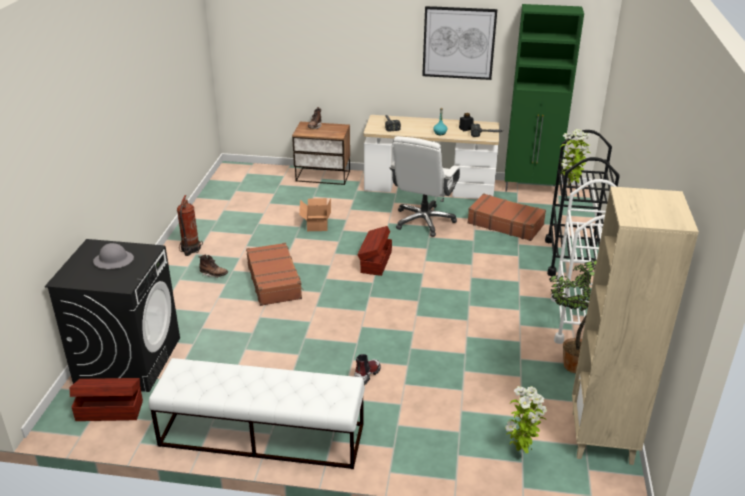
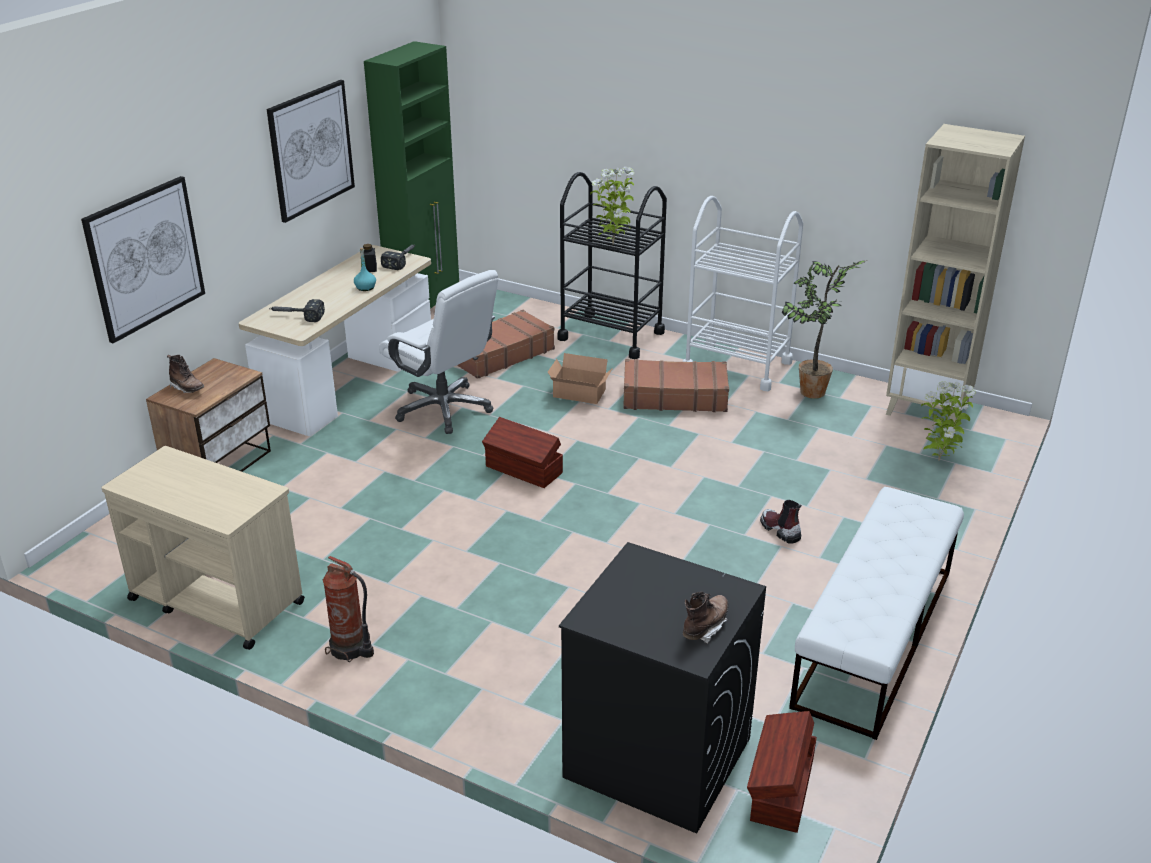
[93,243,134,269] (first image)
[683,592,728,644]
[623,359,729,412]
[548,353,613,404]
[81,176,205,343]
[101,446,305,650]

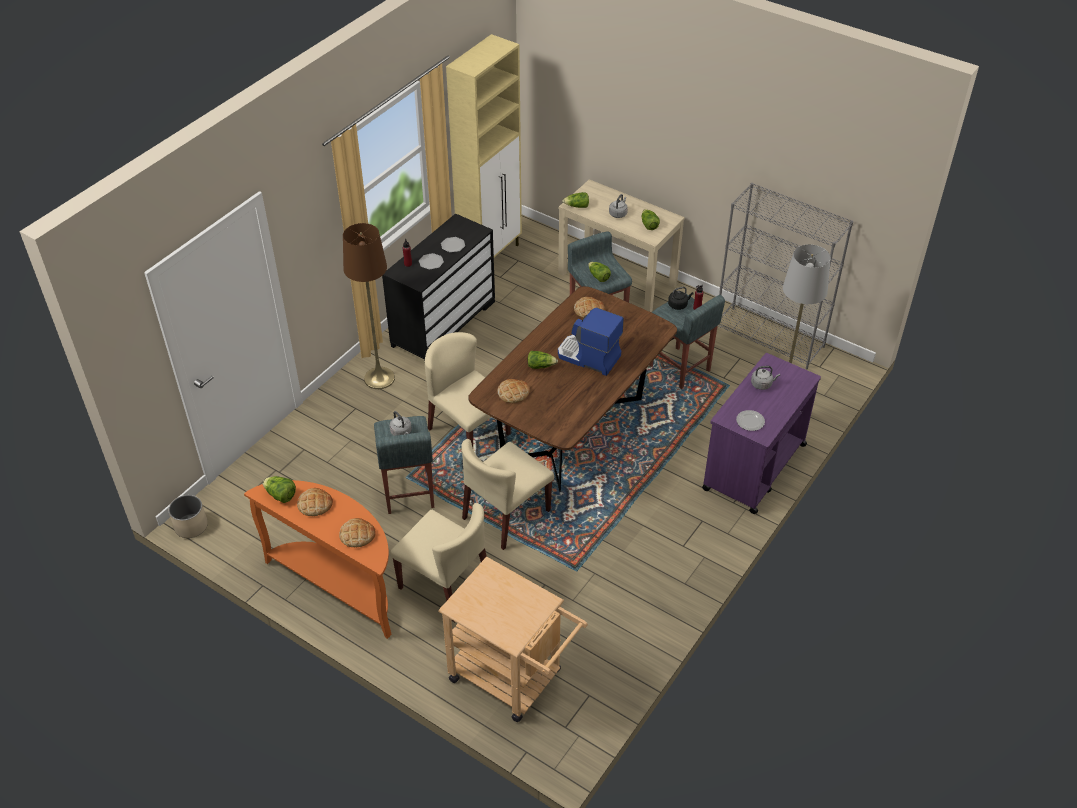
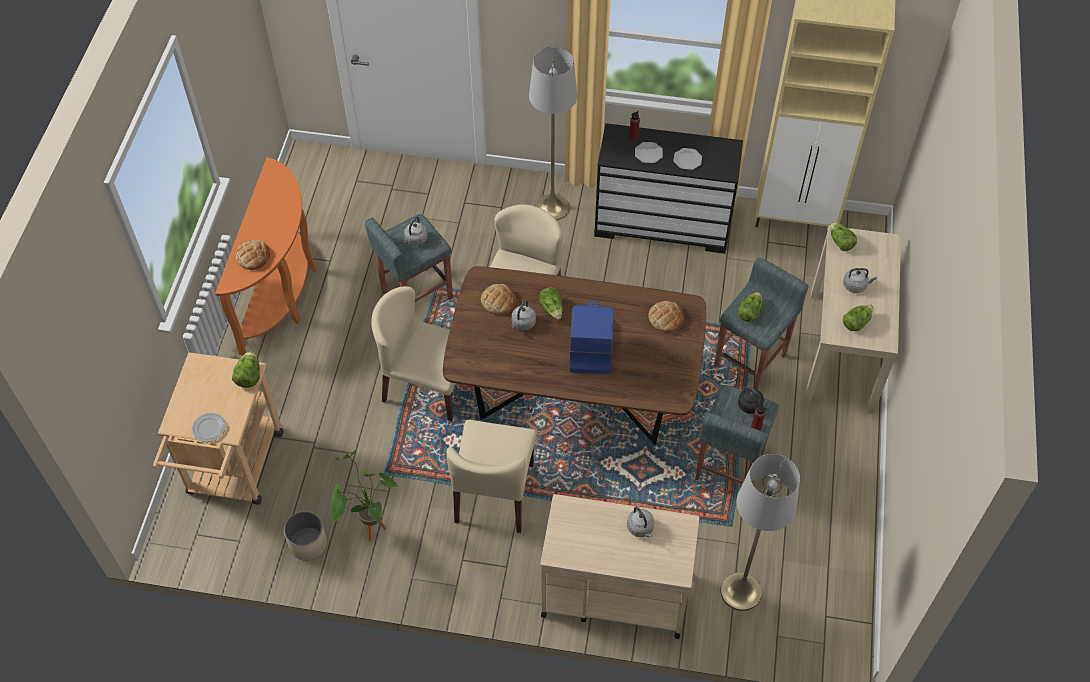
[284,511,327,560]
[232,352,260,388]
[297,488,333,516] (first image)
[529,47,577,220]
[447,420,537,533]
[540,494,699,639]
[719,183,853,369] (first image)
[192,413,226,442]
[331,450,399,542]
[511,300,536,330]

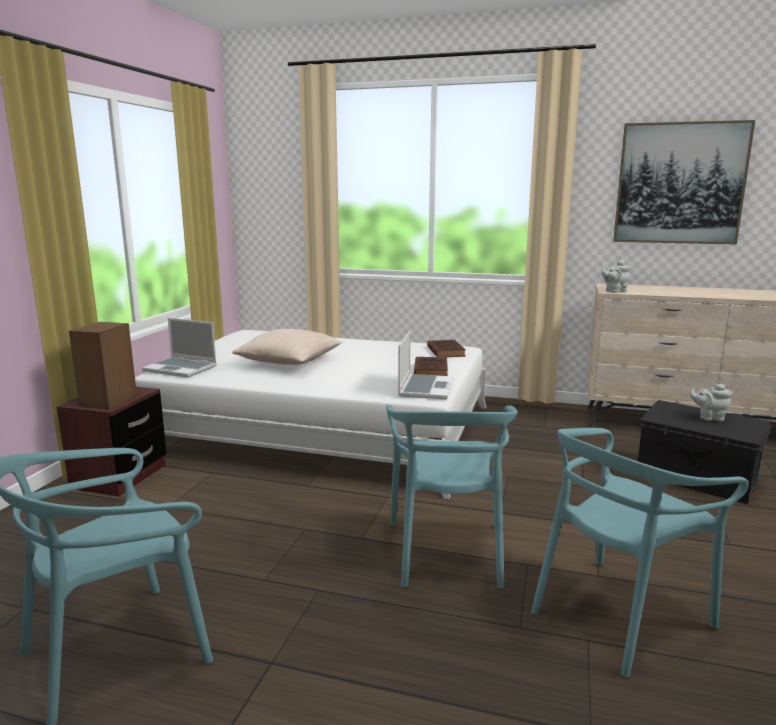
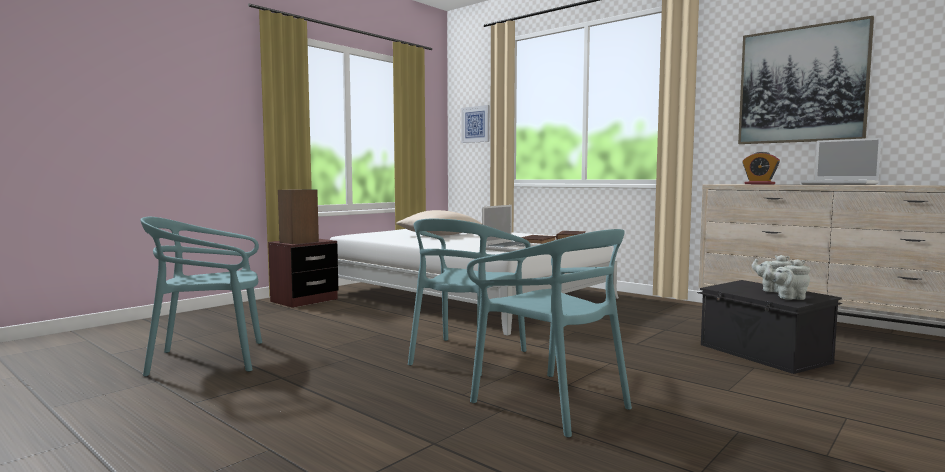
[801,138,882,185]
[467,229,632,438]
[767,259,810,300]
[461,105,490,143]
[742,152,780,184]

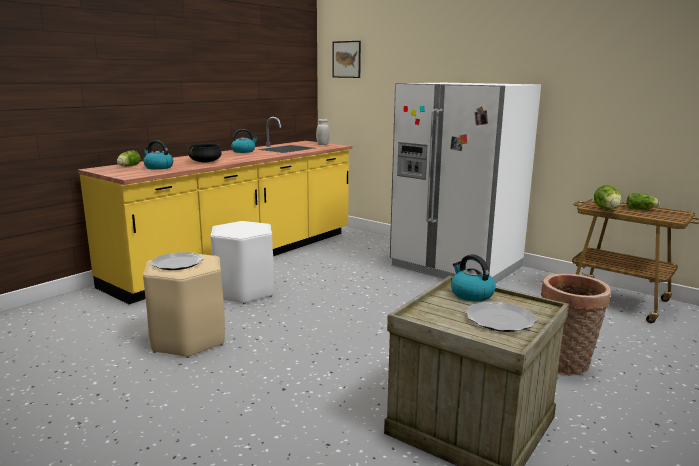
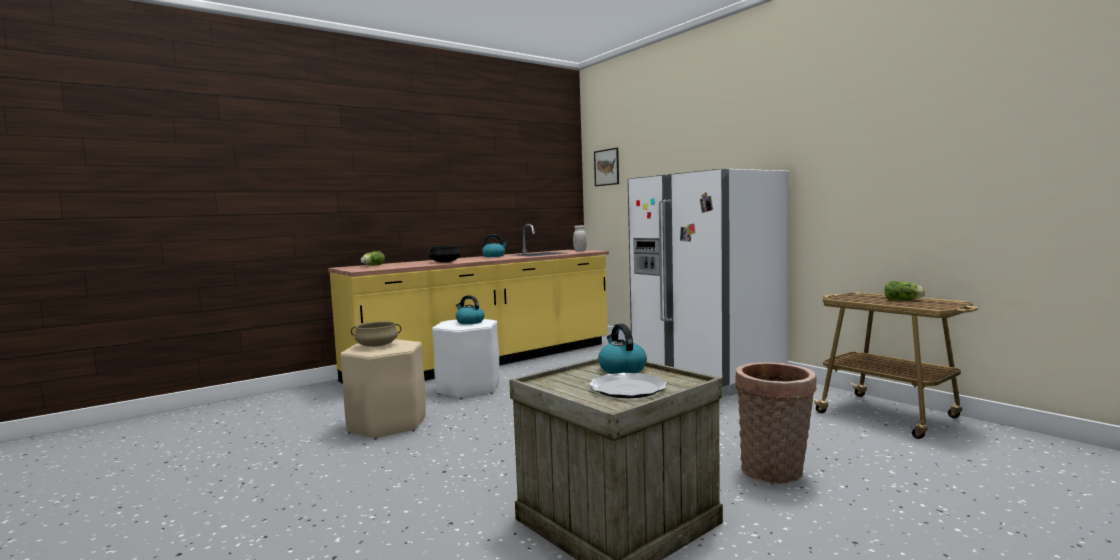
[456,295,485,324]
[351,321,401,347]
[594,185,622,209] (first image)

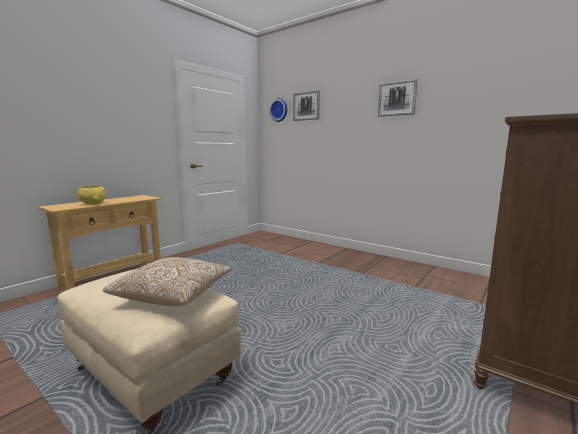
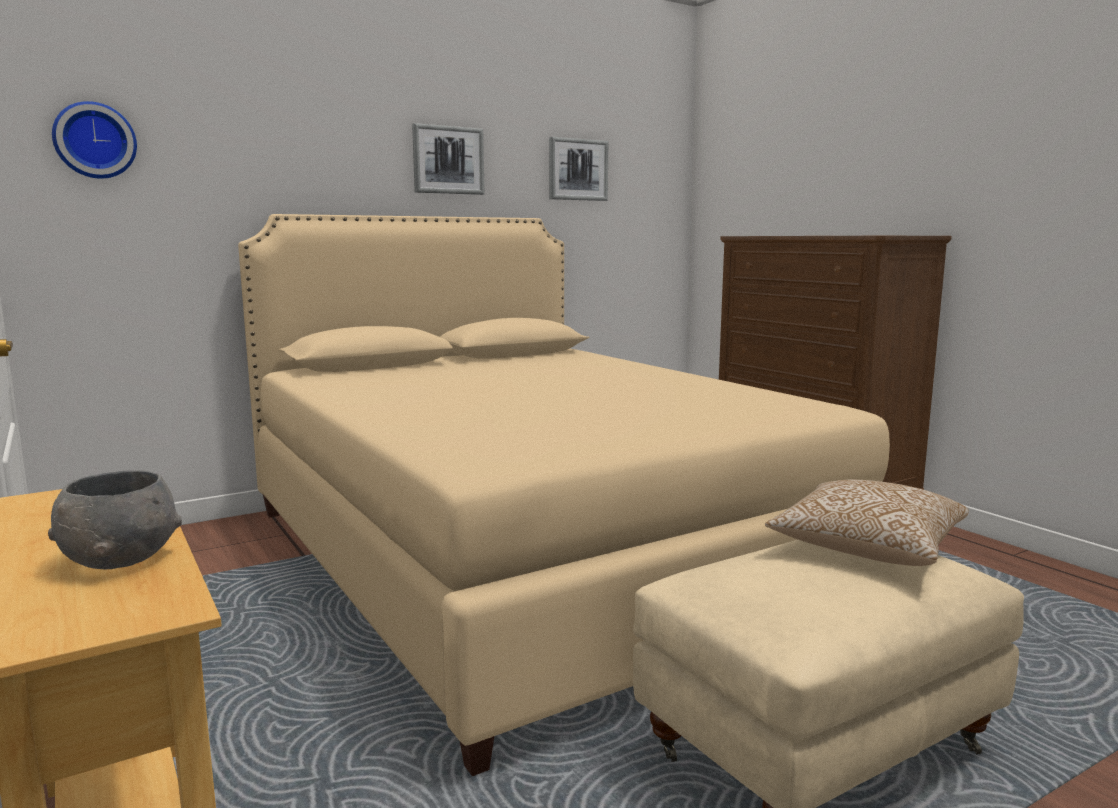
[48,470,182,569]
[549,137,608,201]
[238,214,890,776]

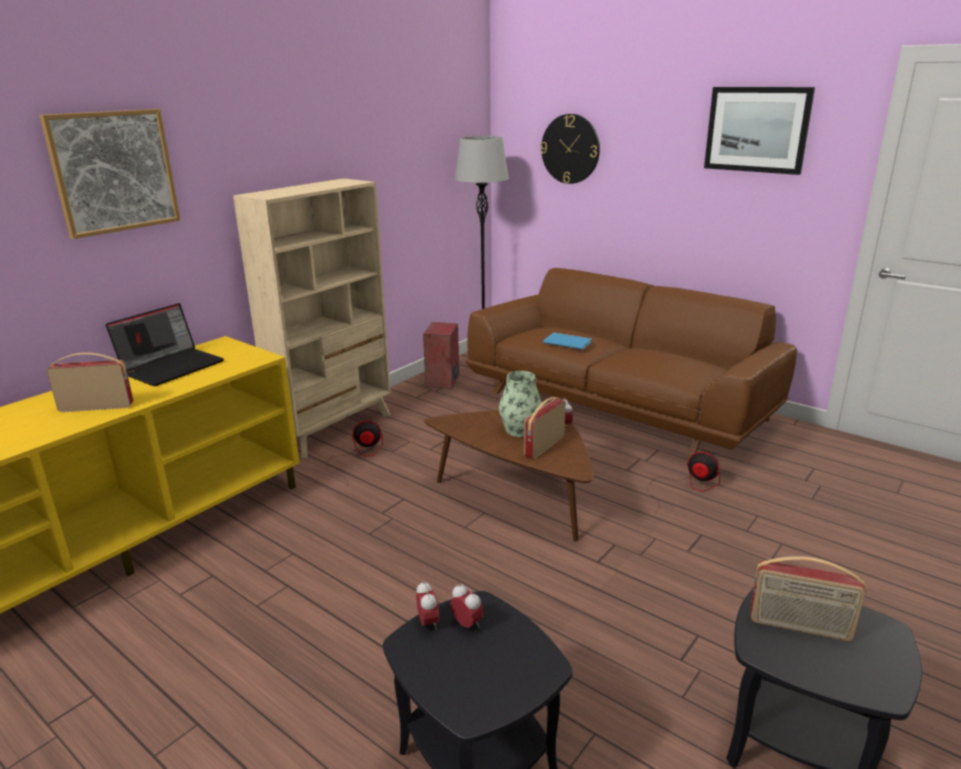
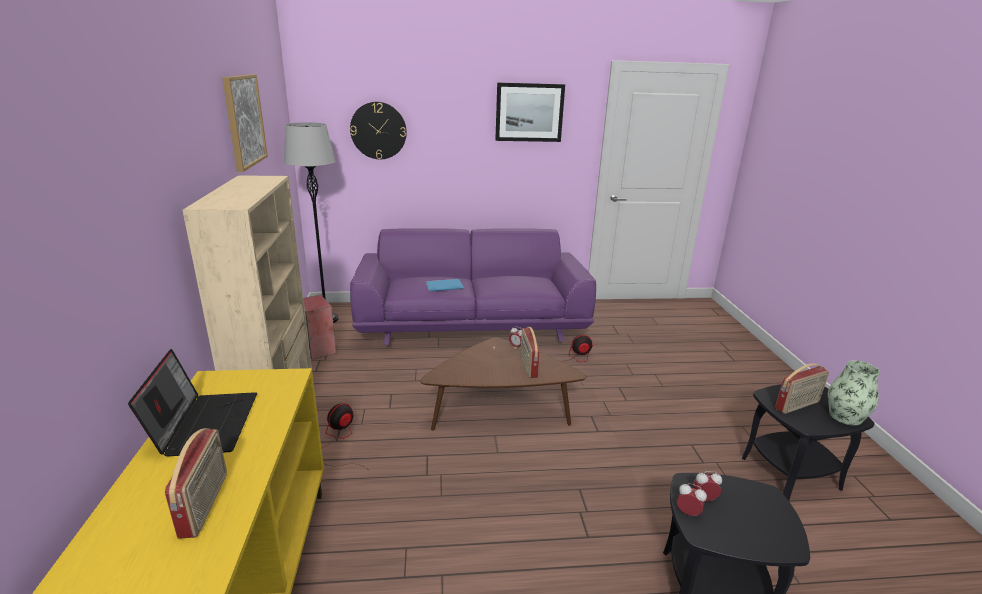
[222,74,268,172]
[165,428,227,539]
[350,229,596,345]
[828,360,880,426]

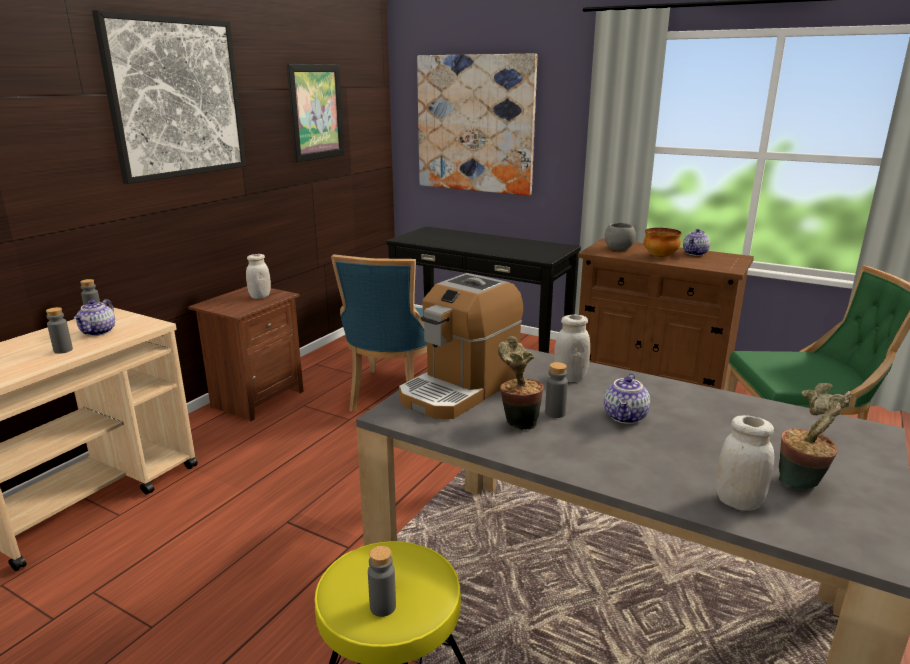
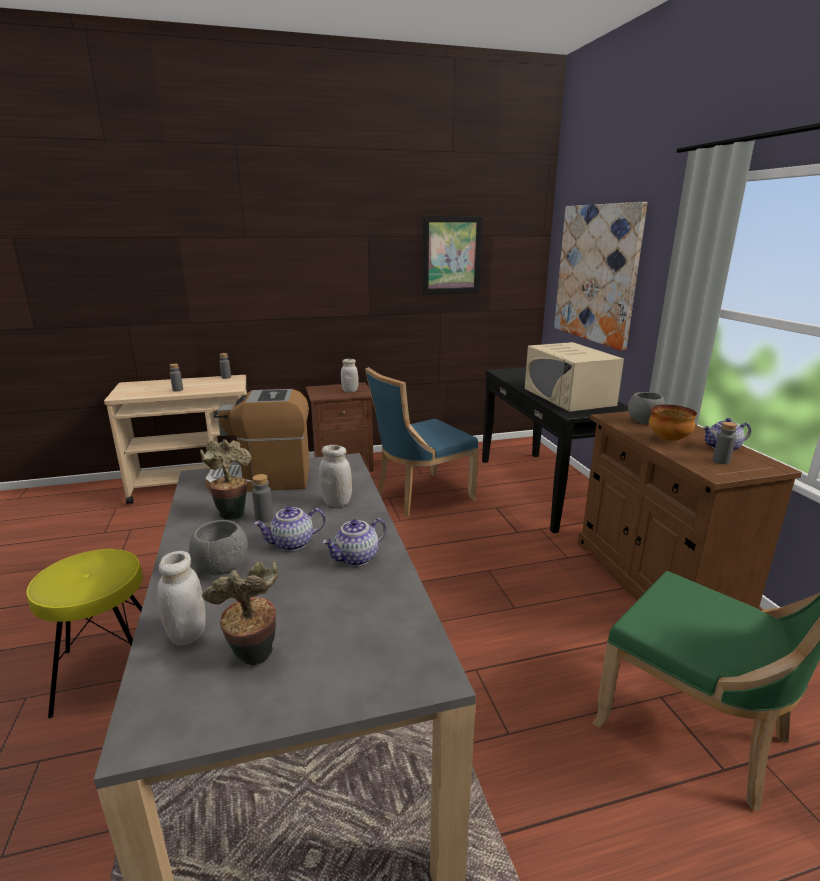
[322,518,386,566]
[92,10,246,184] (first image)
[713,422,737,464]
[189,520,248,575]
[525,342,624,412]

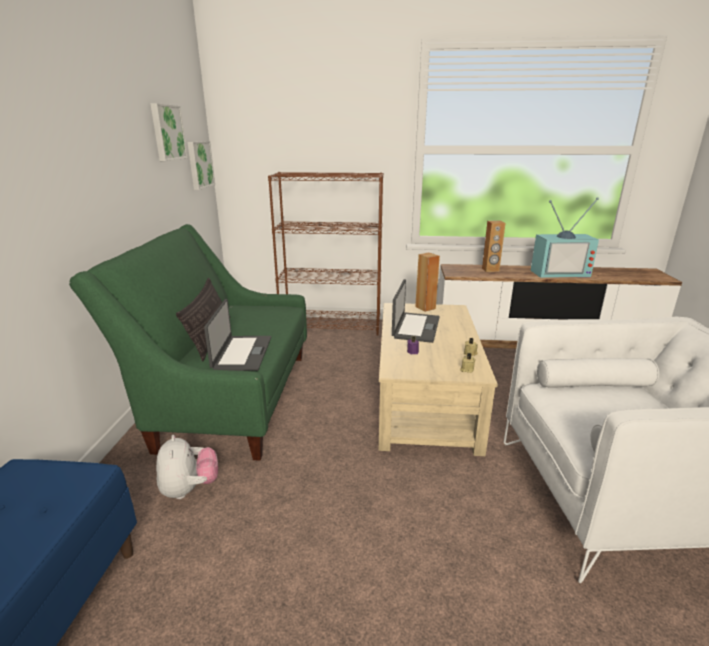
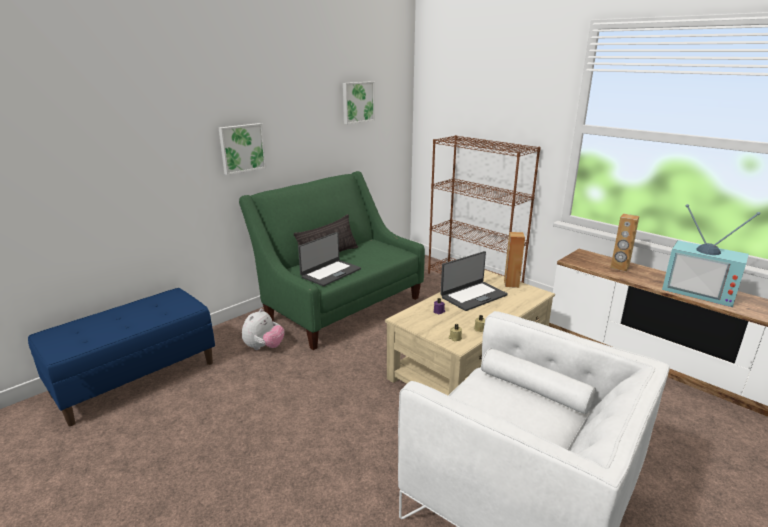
[219,123,266,175]

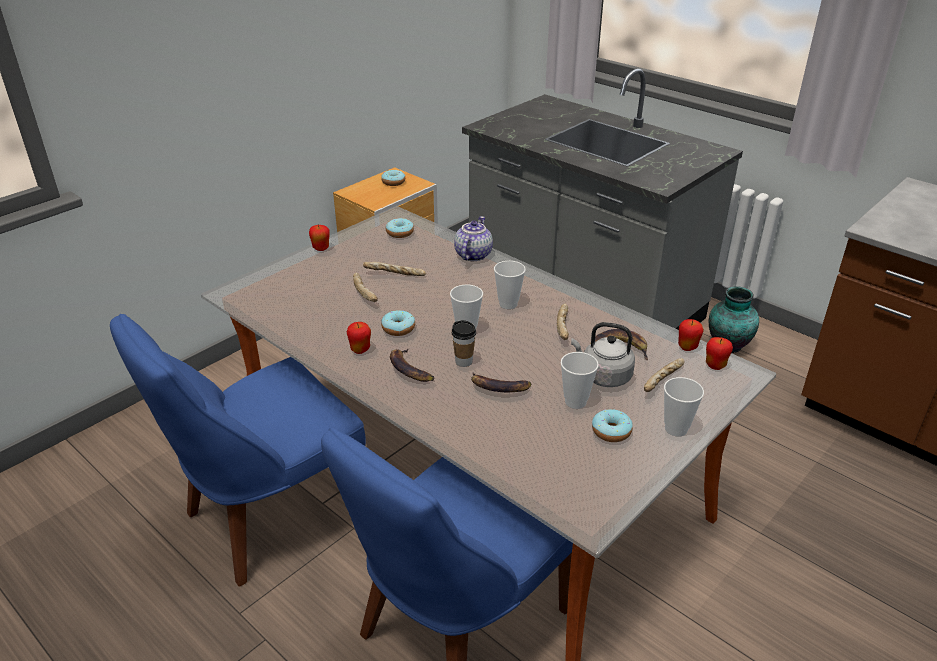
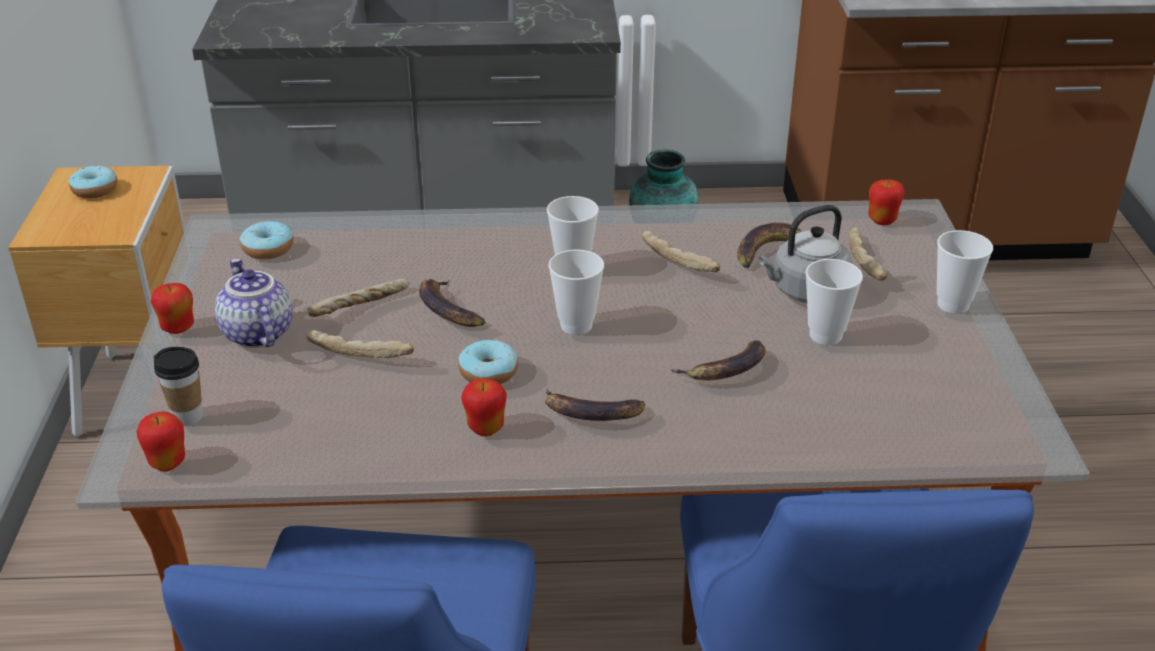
[154,347,203,426]
[215,258,293,348]
[592,409,633,442] (first image)
[137,411,185,471]
[419,279,485,327]

